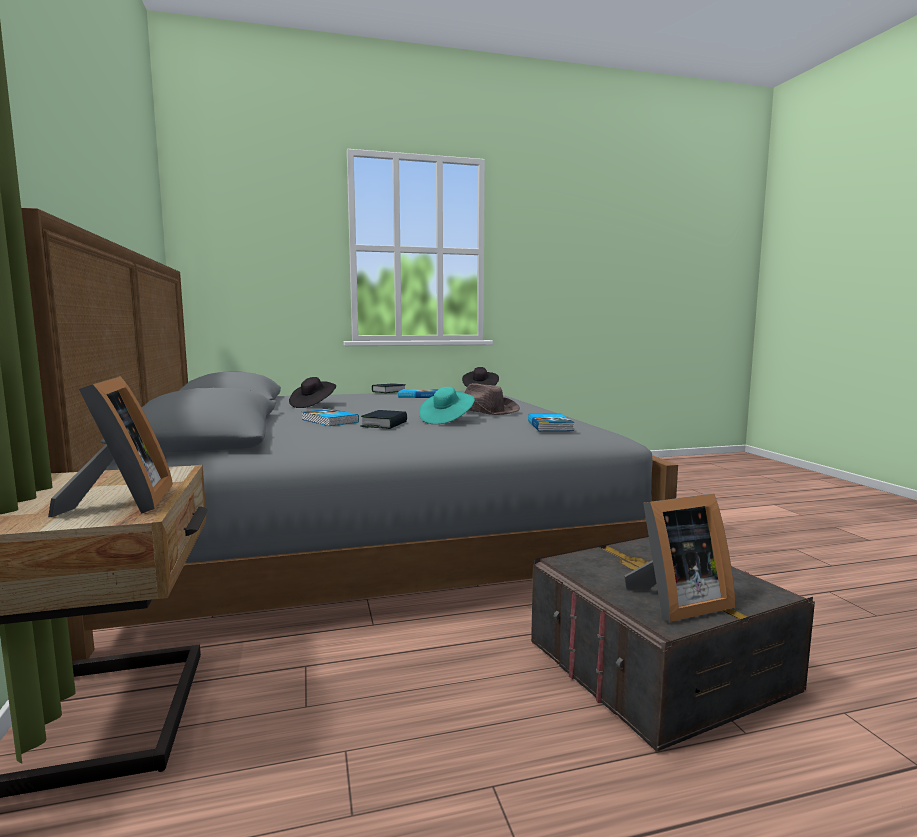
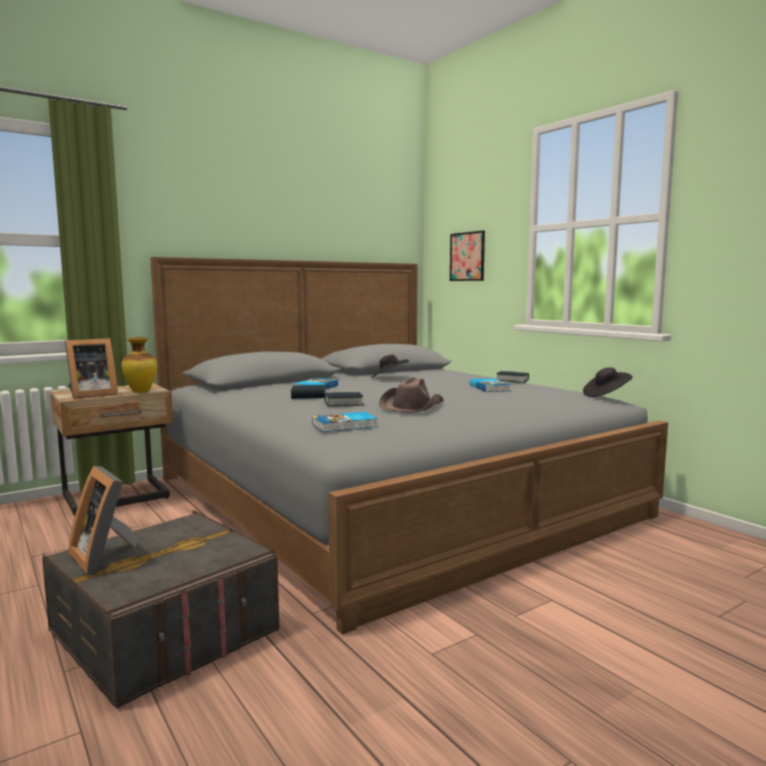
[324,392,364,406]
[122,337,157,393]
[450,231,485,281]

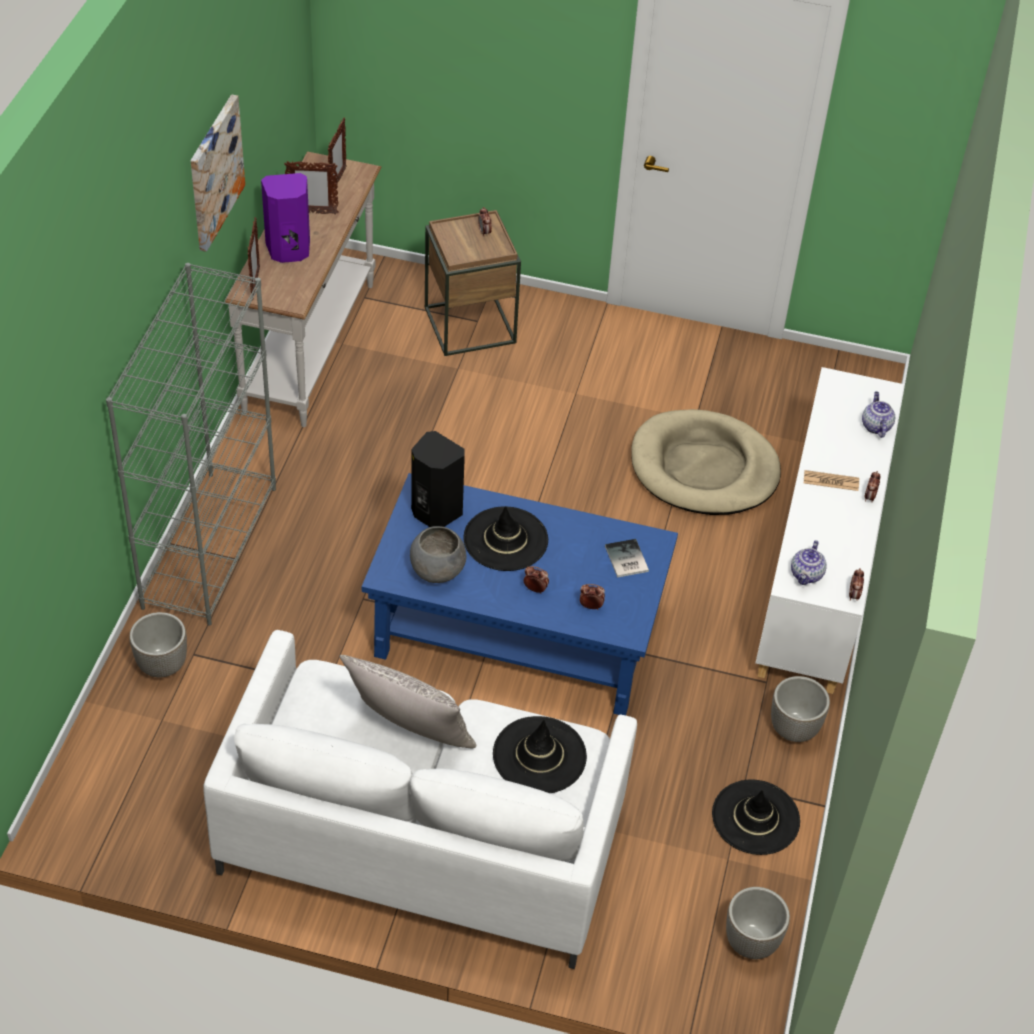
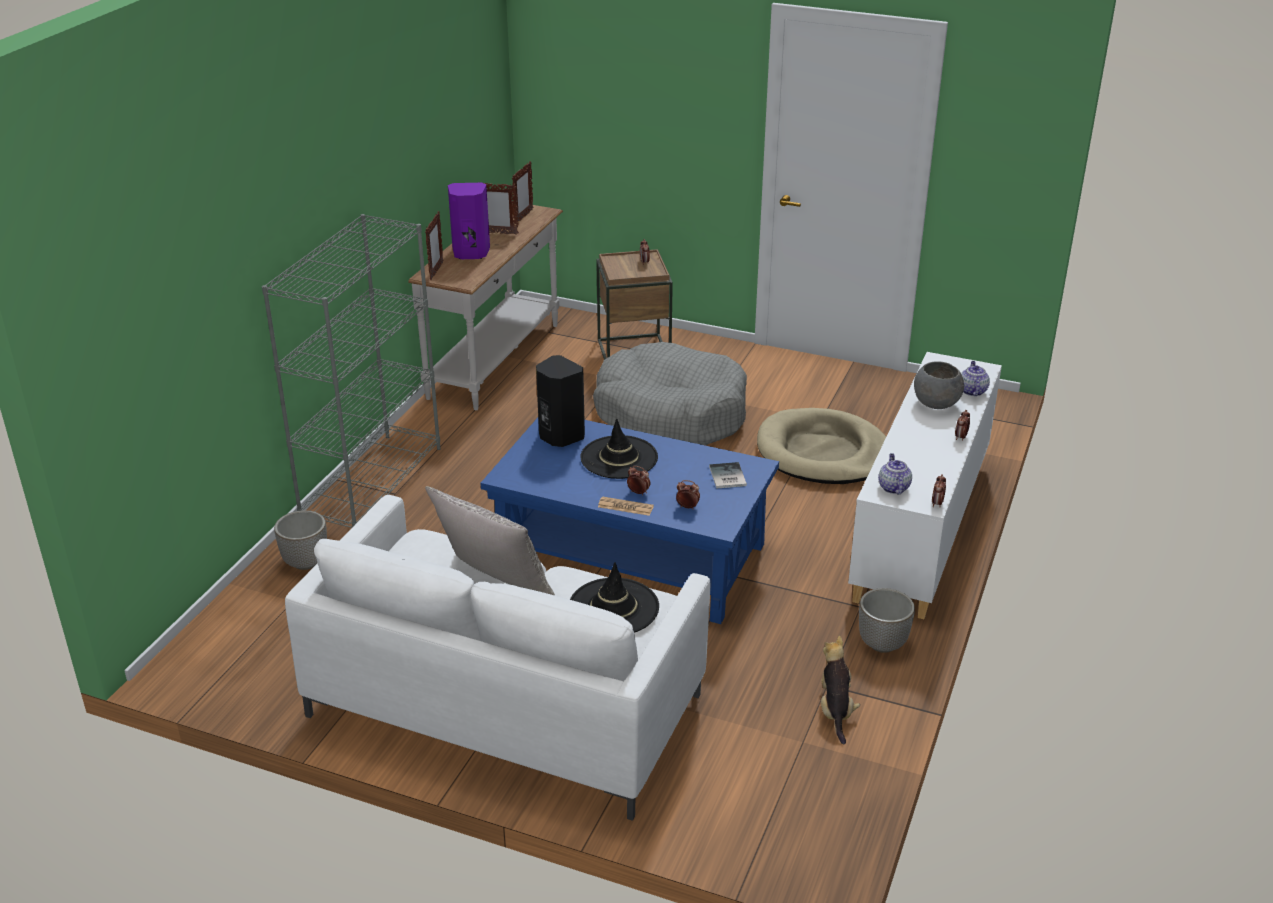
[190,94,245,252] (first image)
[914,361,964,409]
[821,636,860,745]
[726,887,790,959] (first image)
[878,453,912,494]
[598,496,654,516]
[593,342,747,445]

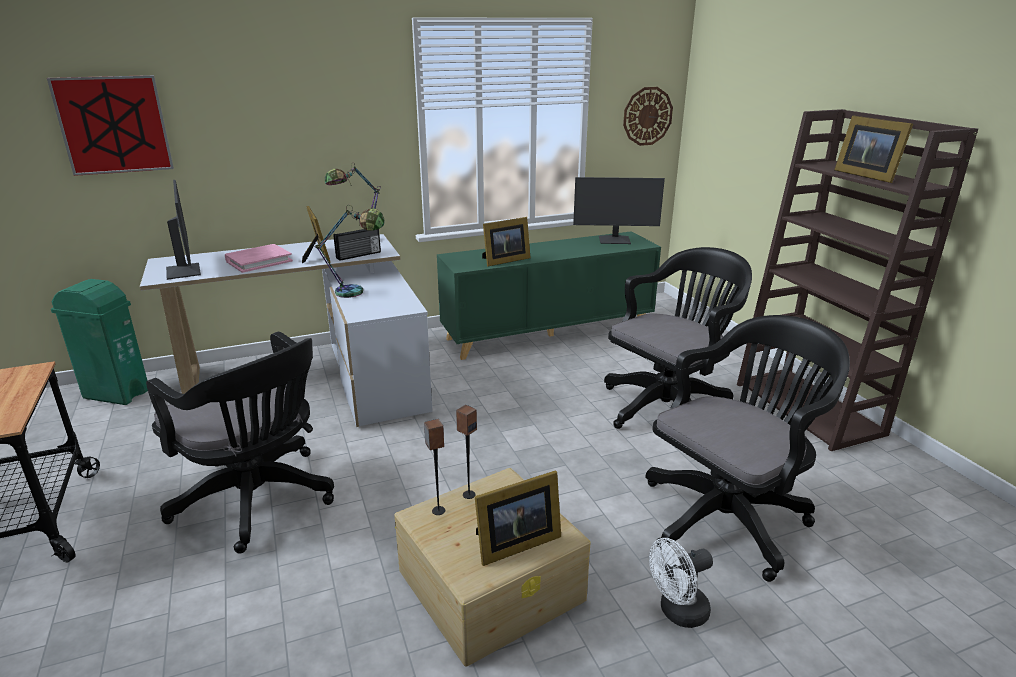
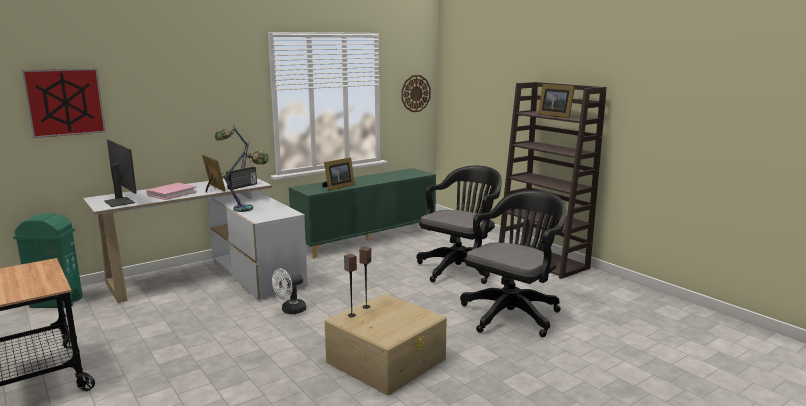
[146,332,334,554] (first image)
[475,470,561,566] (first image)
[573,177,665,244] (first image)
[272,269,306,314]

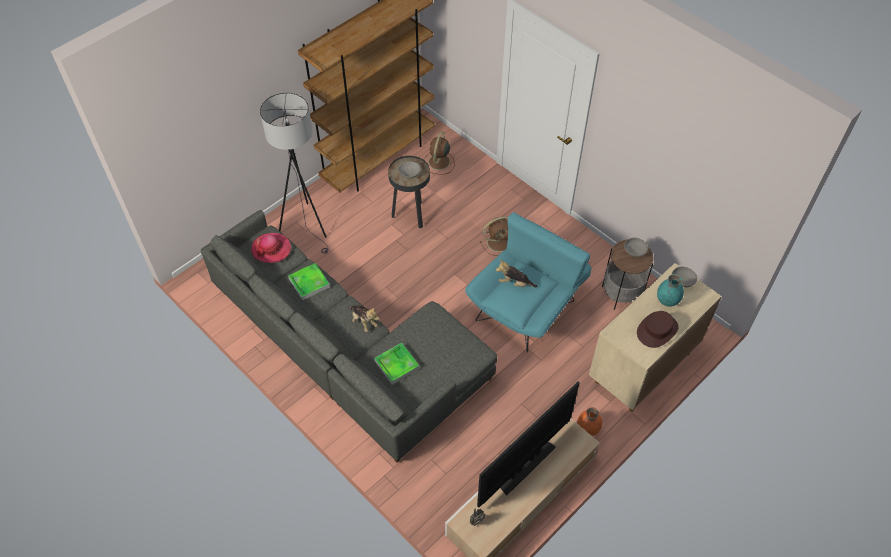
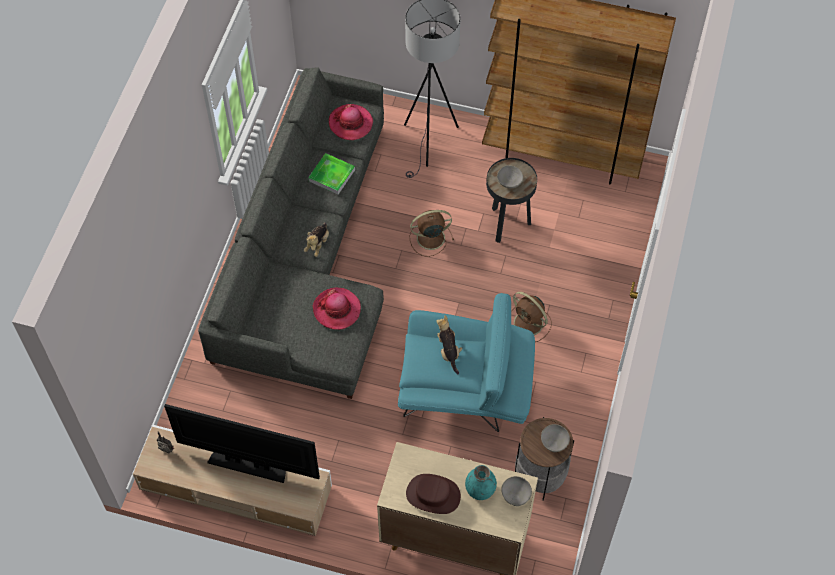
[374,343,420,385] (first image)
[410,210,454,257]
[577,407,602,436] (first image)
[313,287,361,330]

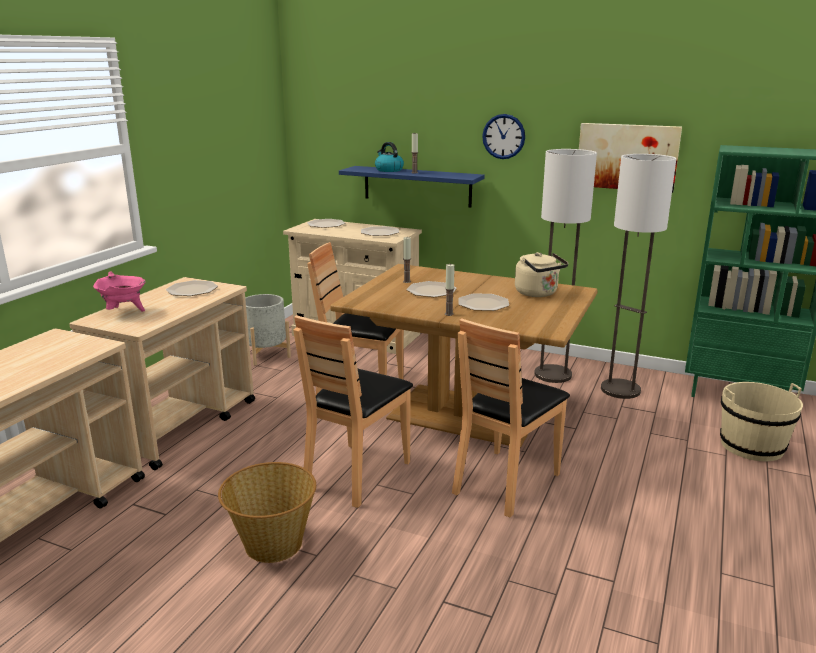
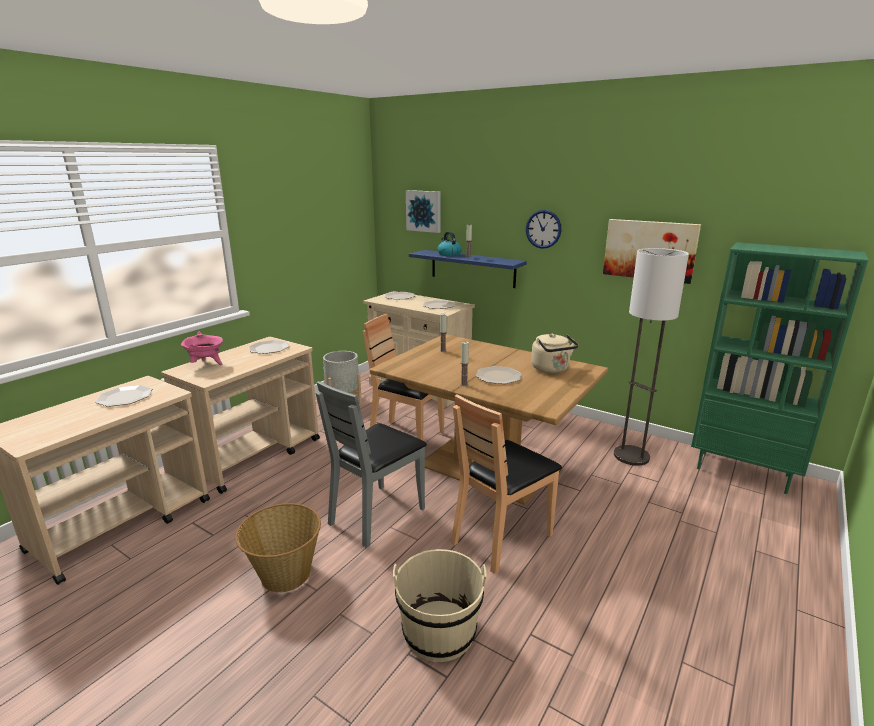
[316,381,427,548]
[95,385,152,407]
[534,149,597,383] (first image)
[393,549,486,662]
[406,190,441,233]

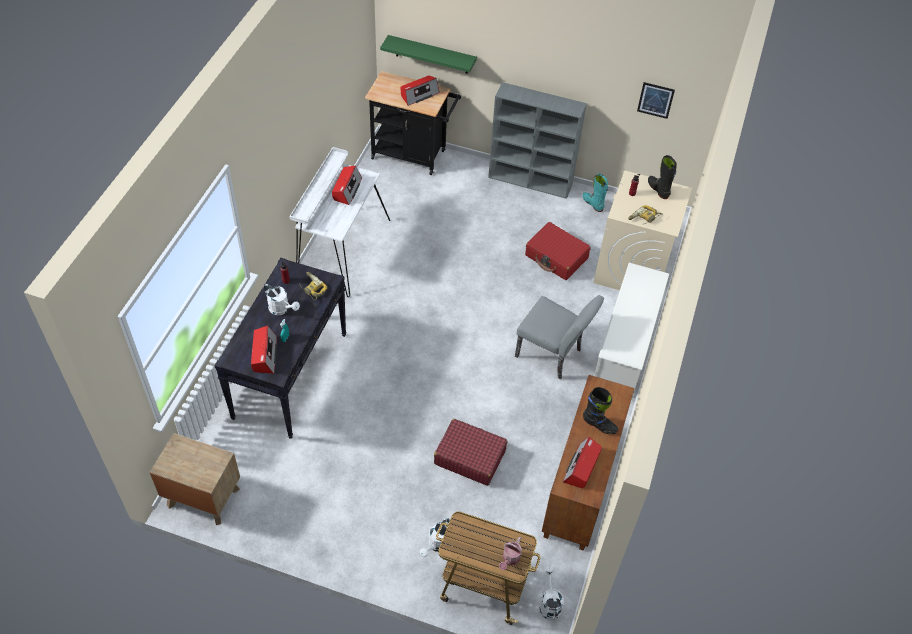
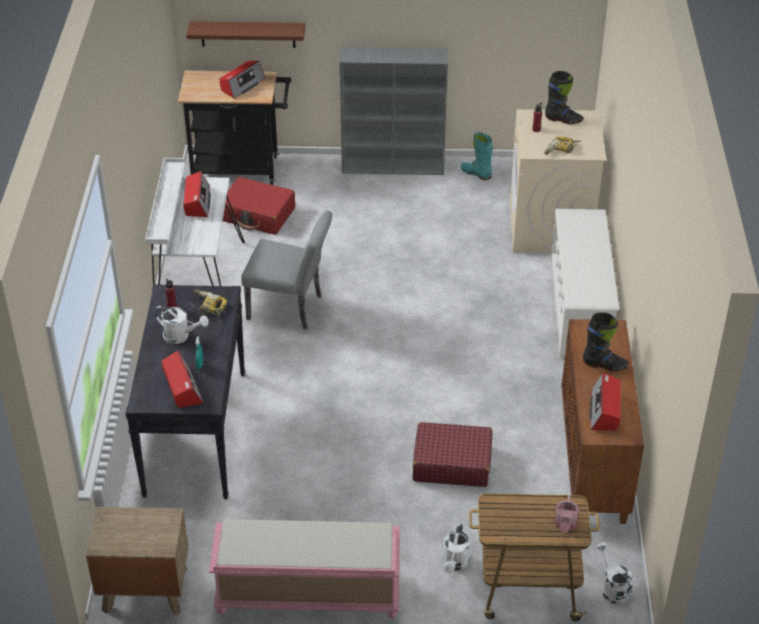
[186,21,305,48]
[241,210,332,330]
[223,177,295,235]
[637,82,675,119] (first image)
[545,71,584,125]
[209,519,400,618]

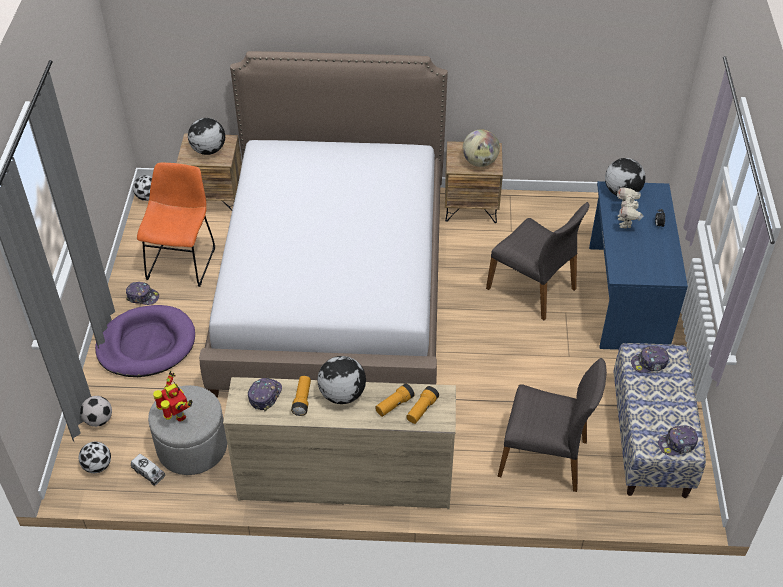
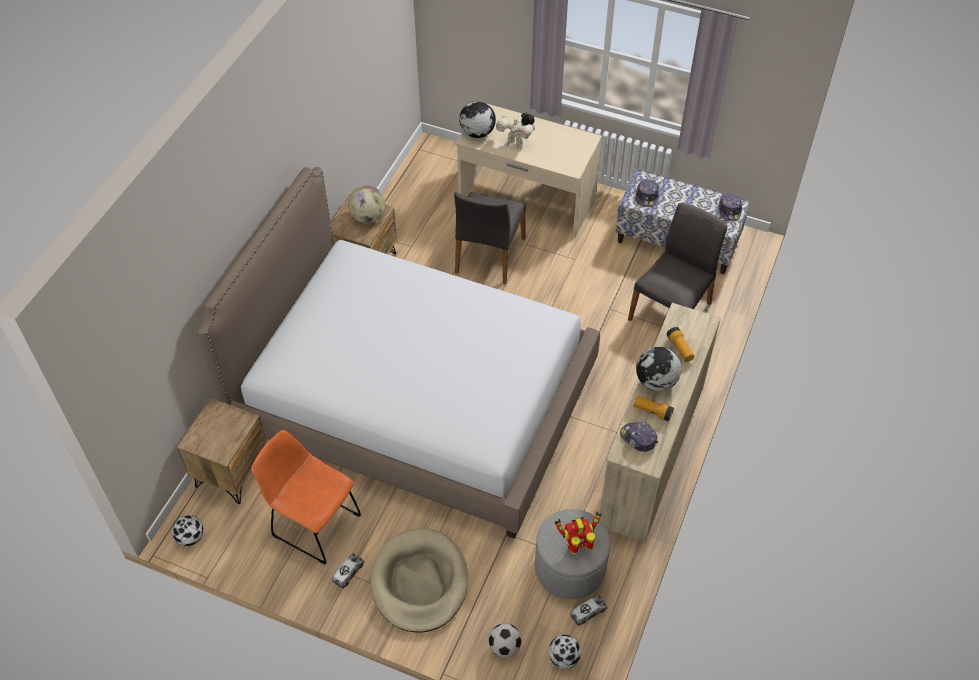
[371,528,468,633]
[332,554,364,589]
[188,118,225,155] (first image)
[406,386,439,424] (first image)
[454,192,526,284]
[456,103,602,237]

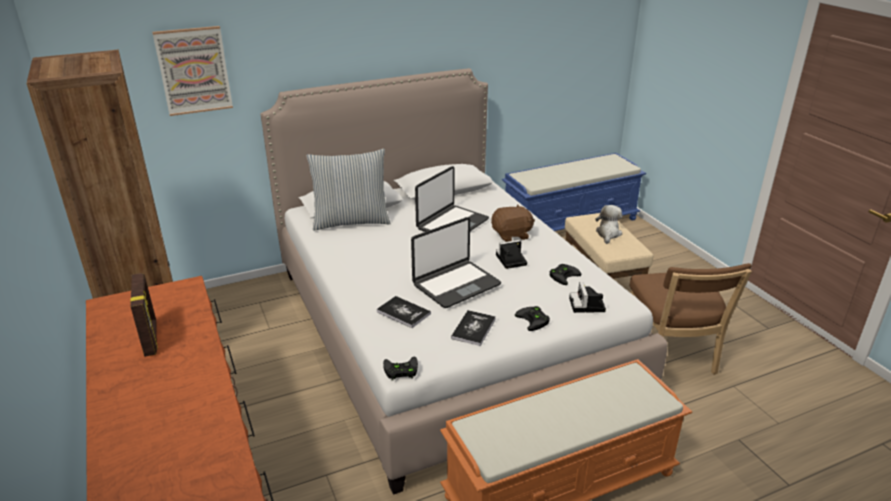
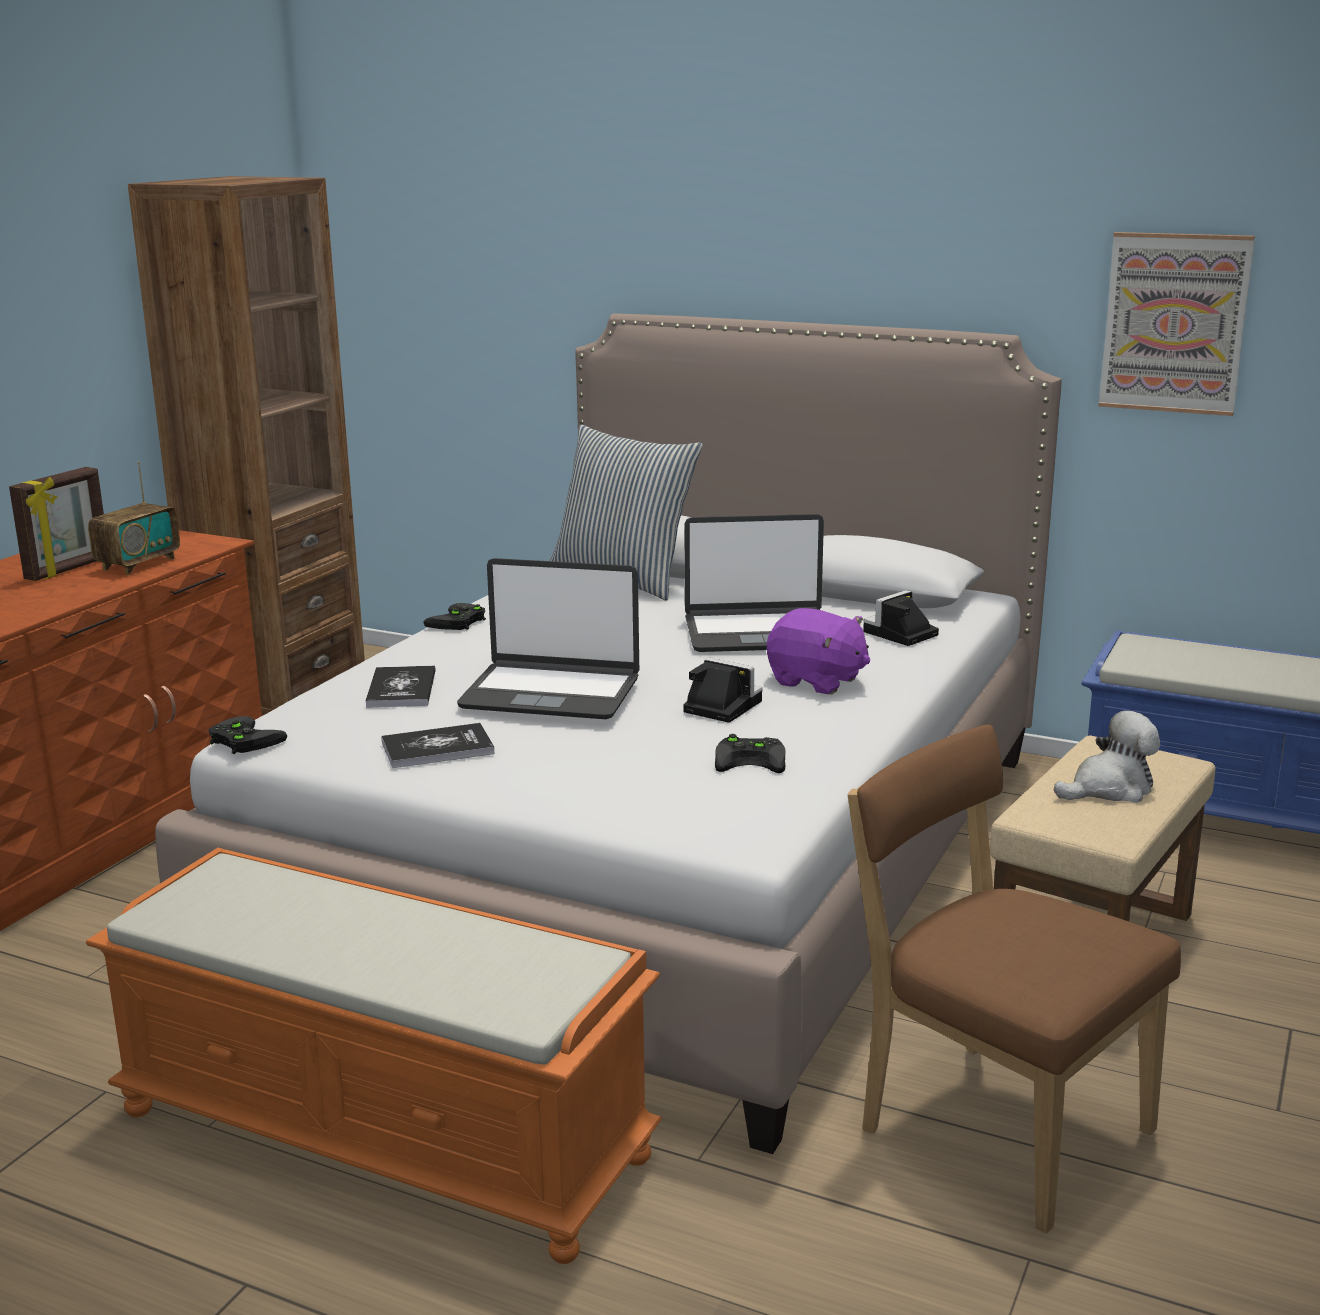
[1098,232,1255,416]
[767,608,870,694]
[423,603,486,630]
[863,590,939,646]
[848,725,1181,1233]
[88,461,180,575]

